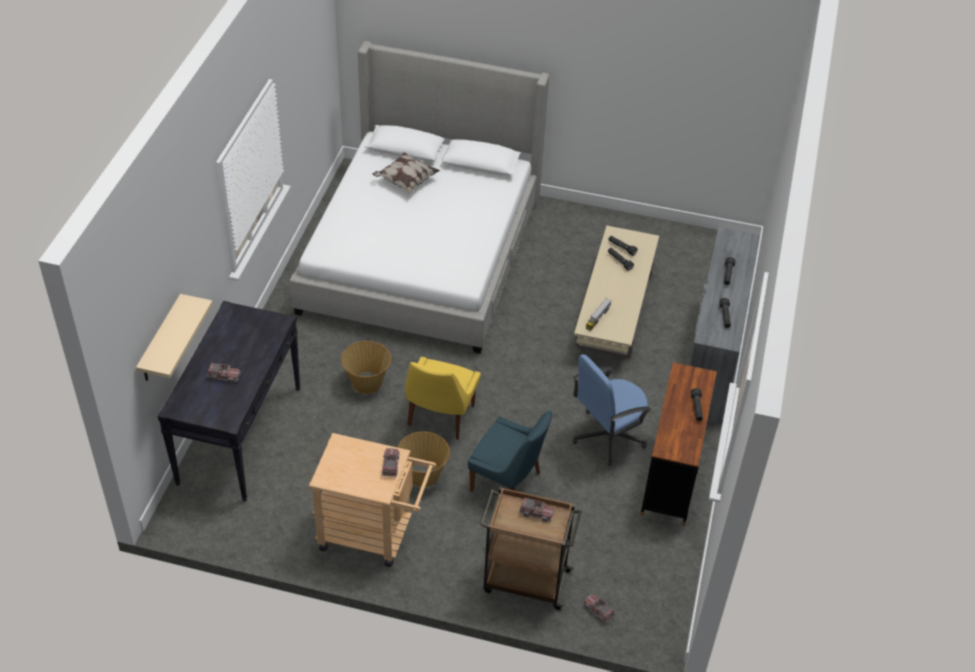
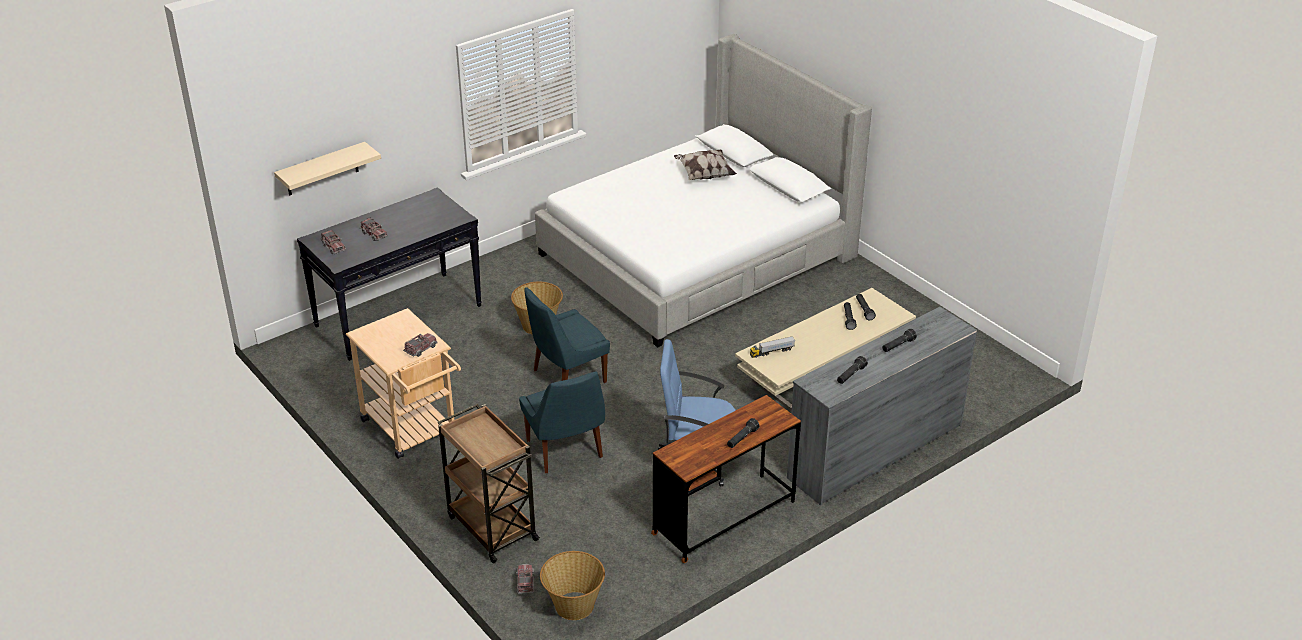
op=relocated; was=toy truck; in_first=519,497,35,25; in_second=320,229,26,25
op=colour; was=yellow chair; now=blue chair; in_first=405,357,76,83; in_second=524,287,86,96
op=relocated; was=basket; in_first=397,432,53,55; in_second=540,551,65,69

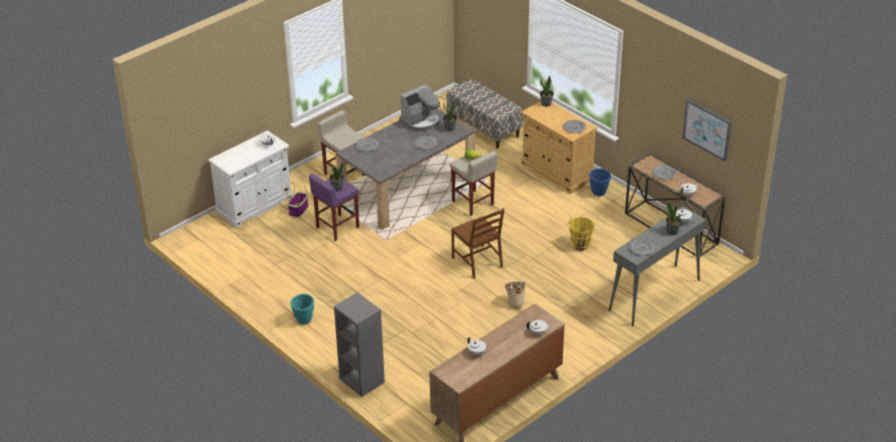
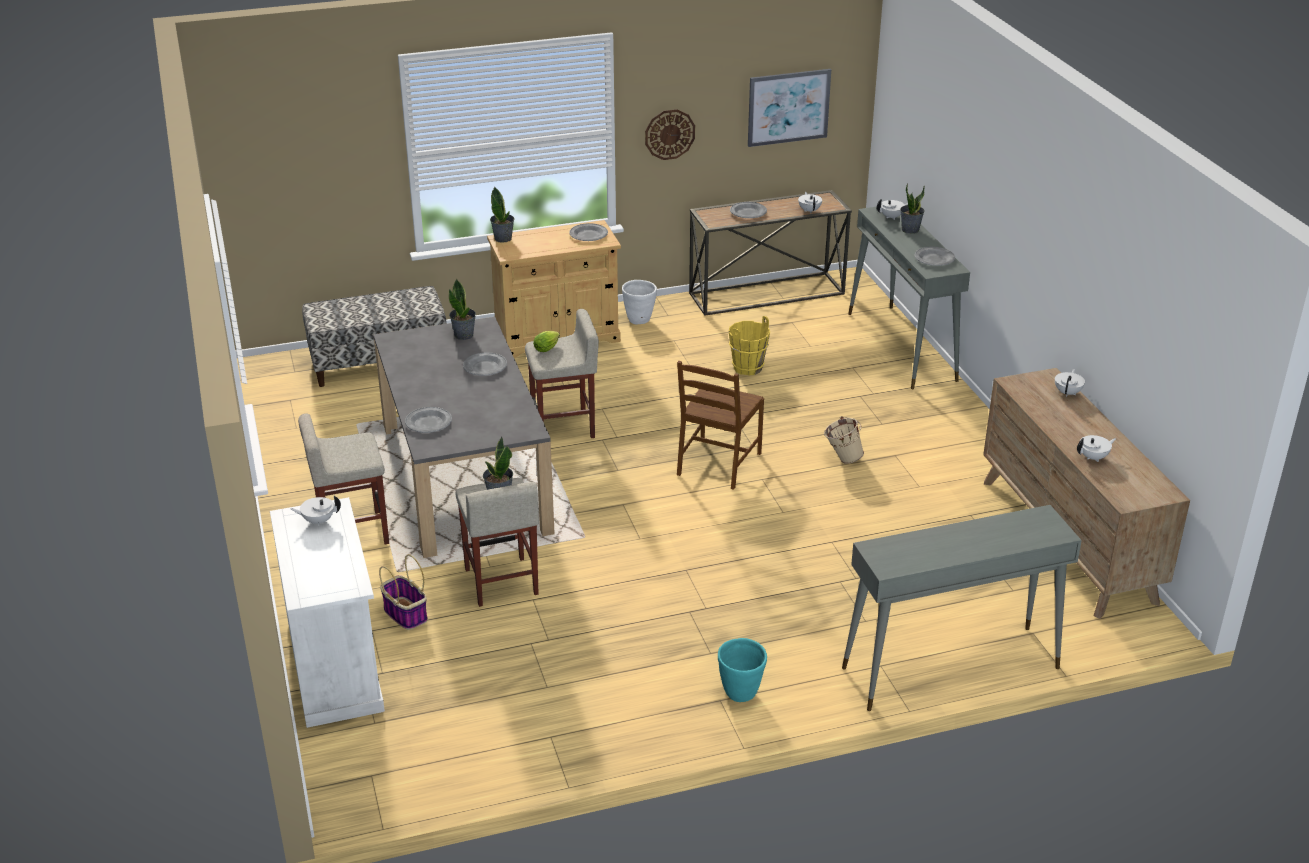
op=colour; was=purple stool; now=beige stool; in_first=309,174,50,67; in_second=456,478,83,129
op=colour; was=blue planter; now=white planter; in_first=589,168,22,28; in_second=622,280,35,44
op=appeared; now=wall clock; in_second=645,109,50,51
op=spun; was=brown chair; in_first=451,208,53,71; in_second=677,361,87,129; clockwise=120
op=exchanged; was=grey bookcase; now=grey console table; in_first=334,292,51,105; in_second=842,505,240,206
op=missing; was=coffee machine; in_first=399,84,42,47

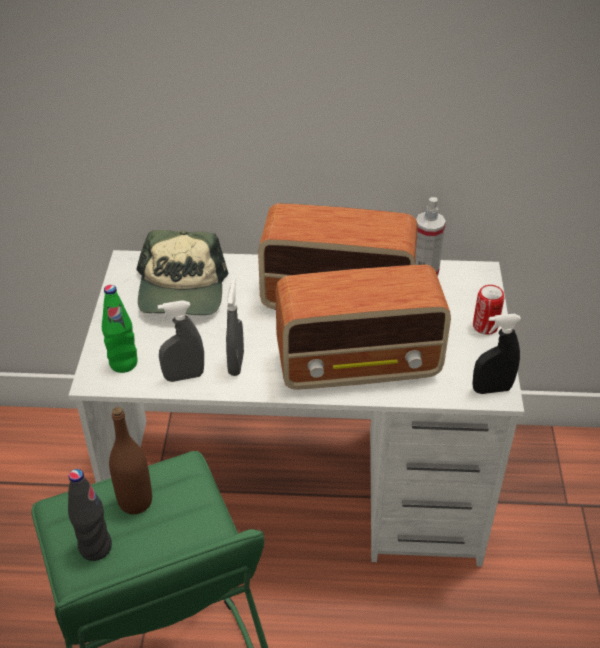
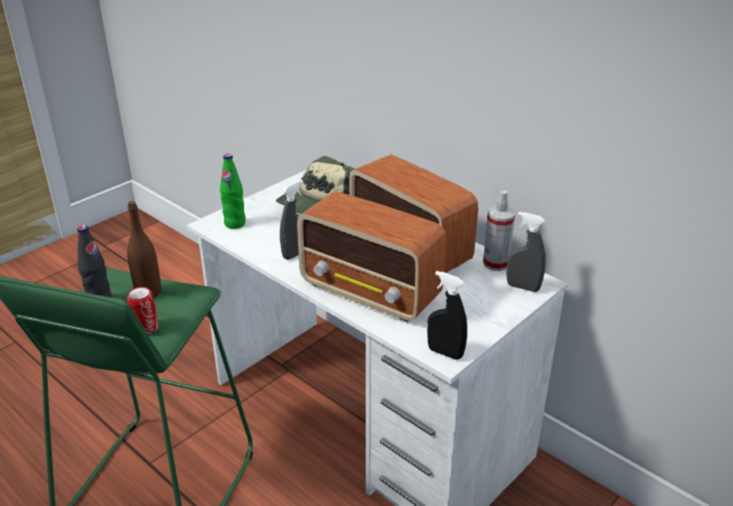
op=relocated; was=can; in_first=473,285,31,50; in_second=127,287,31,47
op=relocated; was=grey spray bottle; in_first=158,300,46,82; in_second=506,212,40,80

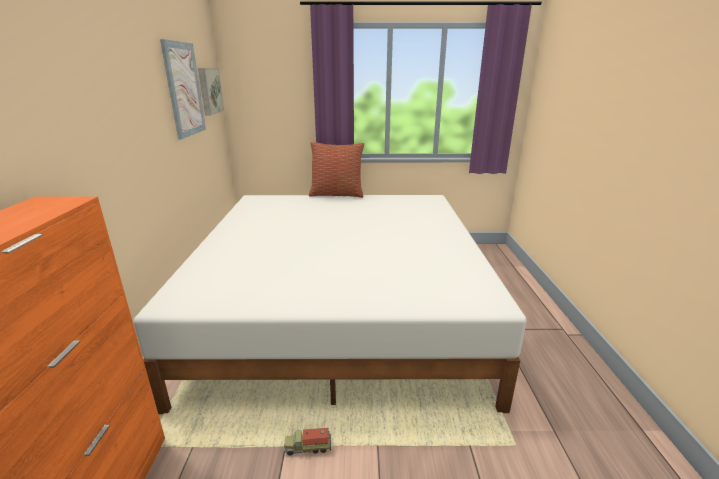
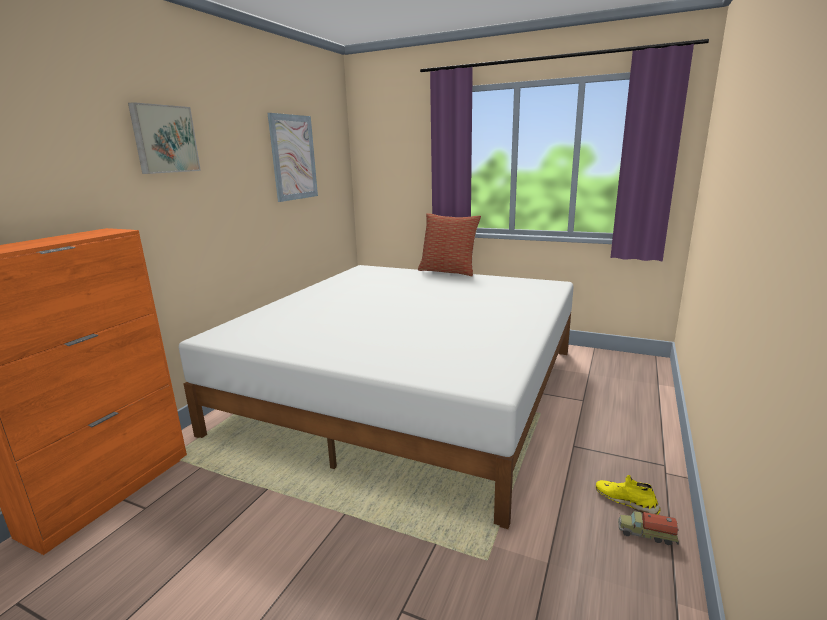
op=relocated; was=picture; in_first=198,68,26,47; in_second=128,102,73,72
op=appeared; now=yellow shoe; in_second=596,475,65,40
op=relocated; was=toy truck; in_first=284,428,47,28; in_second=618,511,61,34

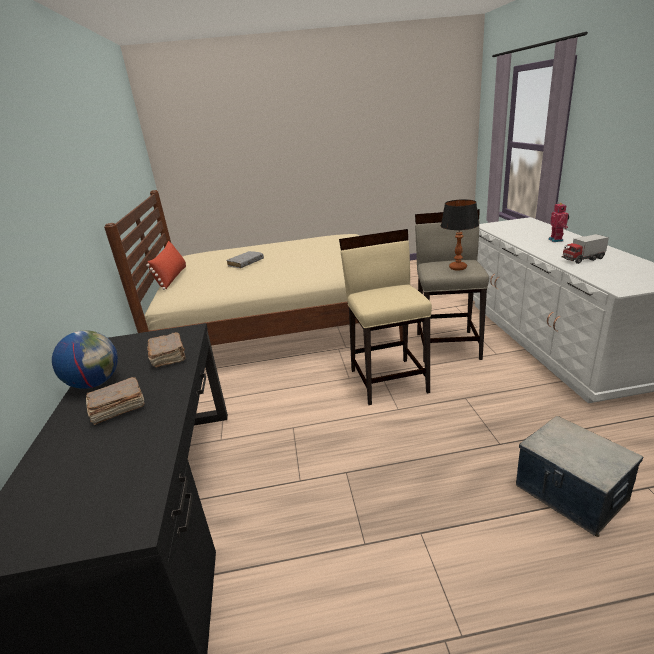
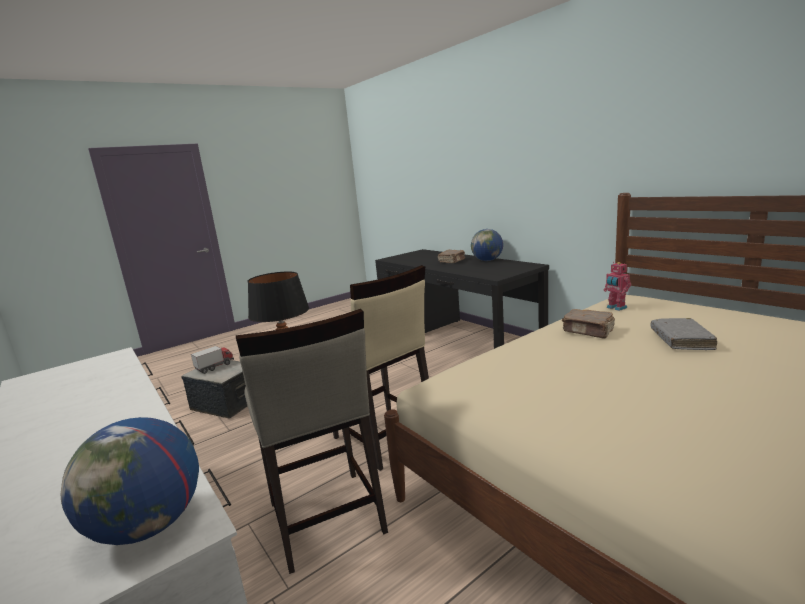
op=appeared; now=globe; in_second=61,417,138,128
op=relocated; was=toy truck; in_first=562,234,47,30; in_second=191,346,43,28
op=relocated; was=brown book; in_first=147,332,39,36; in_second=562,309,53,30
op=relocated; was=toy robot; in_first=548,202,21,40; in_second=603,262,28,49
op=missing; was=red pillow; in_first=146,241,40,49

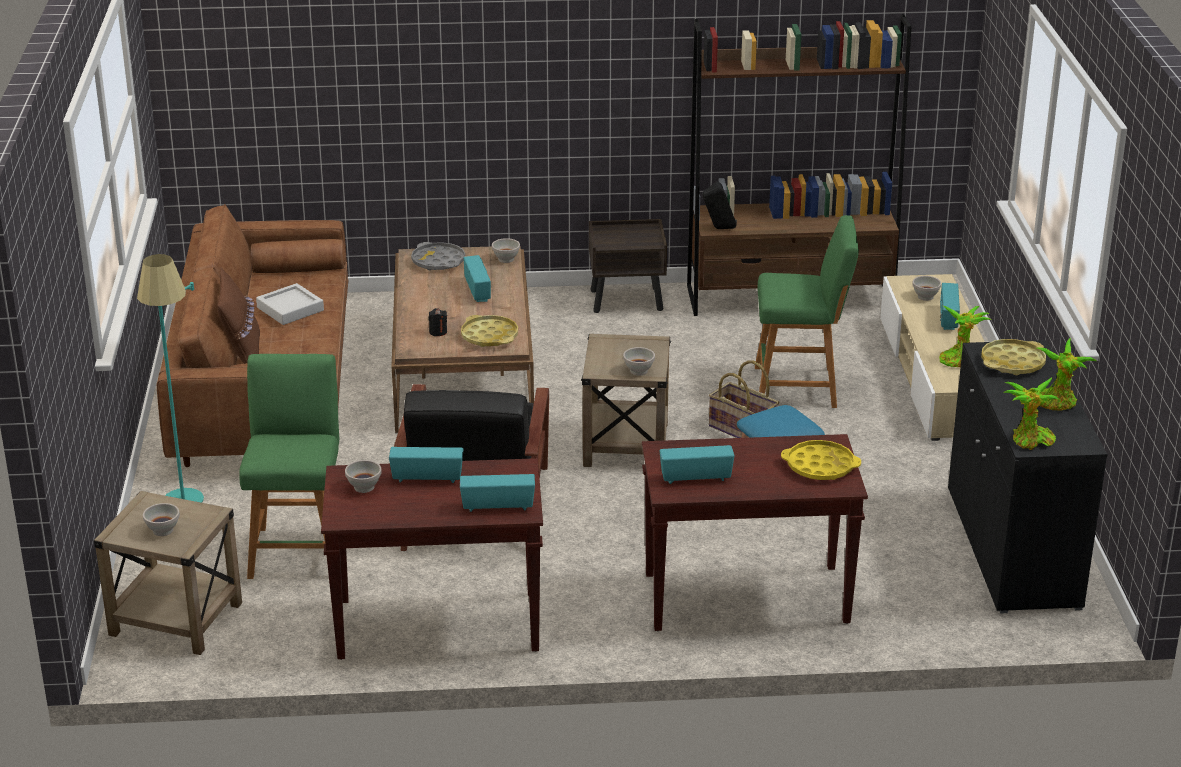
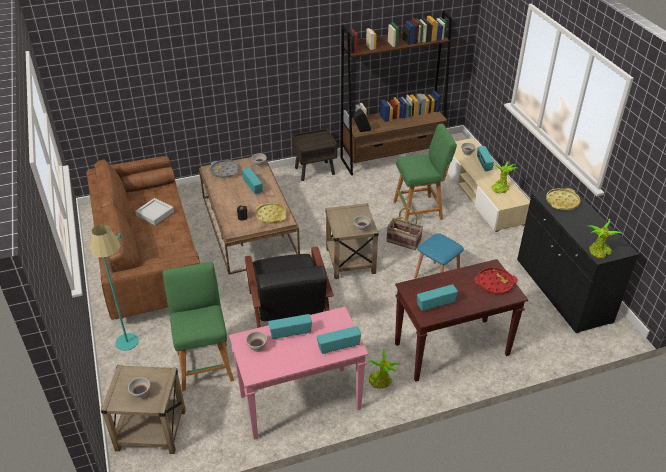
op=colour; was=brown console table; now=pink console table; in_first=321,458,222,202; in_second=229,307,139,132
op=relocated; was=potted plant; in_first=1037,338,59,73; in_second=369,348,31,41
op=colour; was=yellow tray; now=red tray; in_first=781,440,80,40; in_second=474,267,44,27
op=missing; was=brown pillow; in_first=217,267,43,97

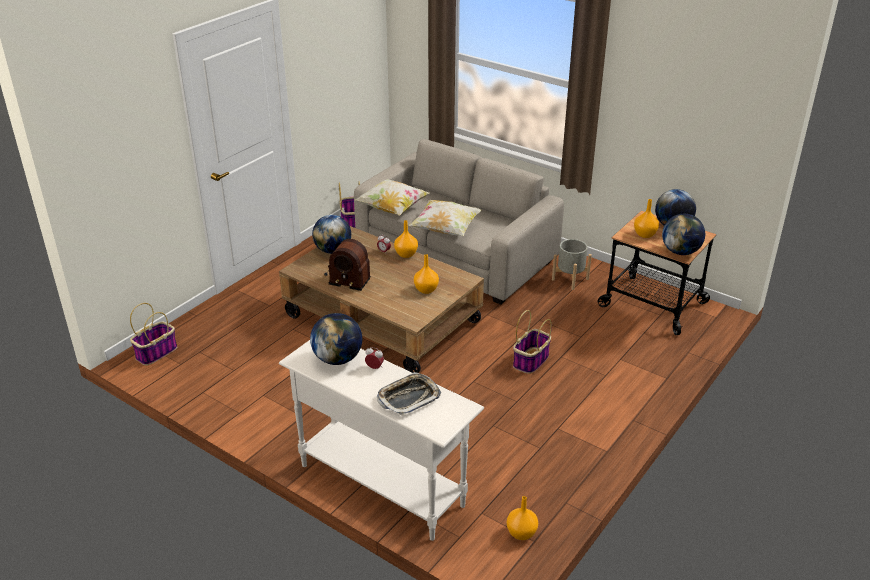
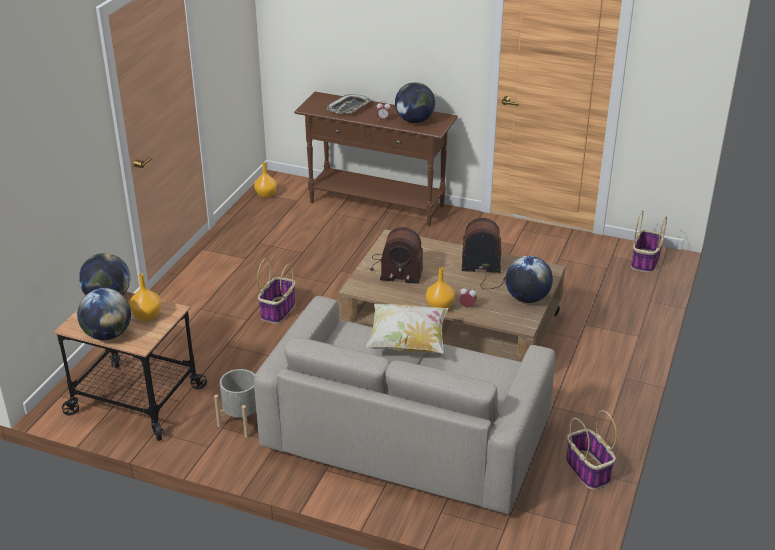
op=colour; was=white console table; now=brown console table; in_first=279,340,205,201; in_second=294,92,164,135
op=exchanged; was=orange vase; now=radio; in_first=414,254,25,40; in_second=370,227,53,57
op=missing; was=pillow; in_first=355,179,75,36

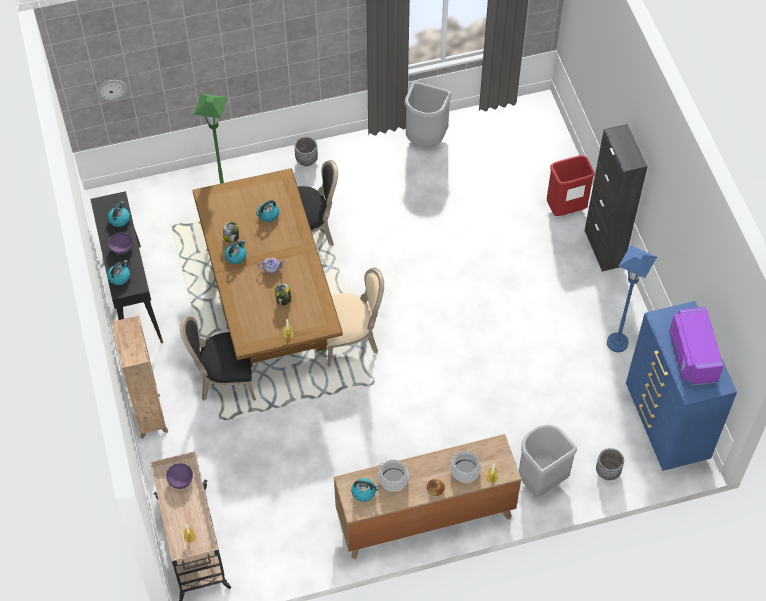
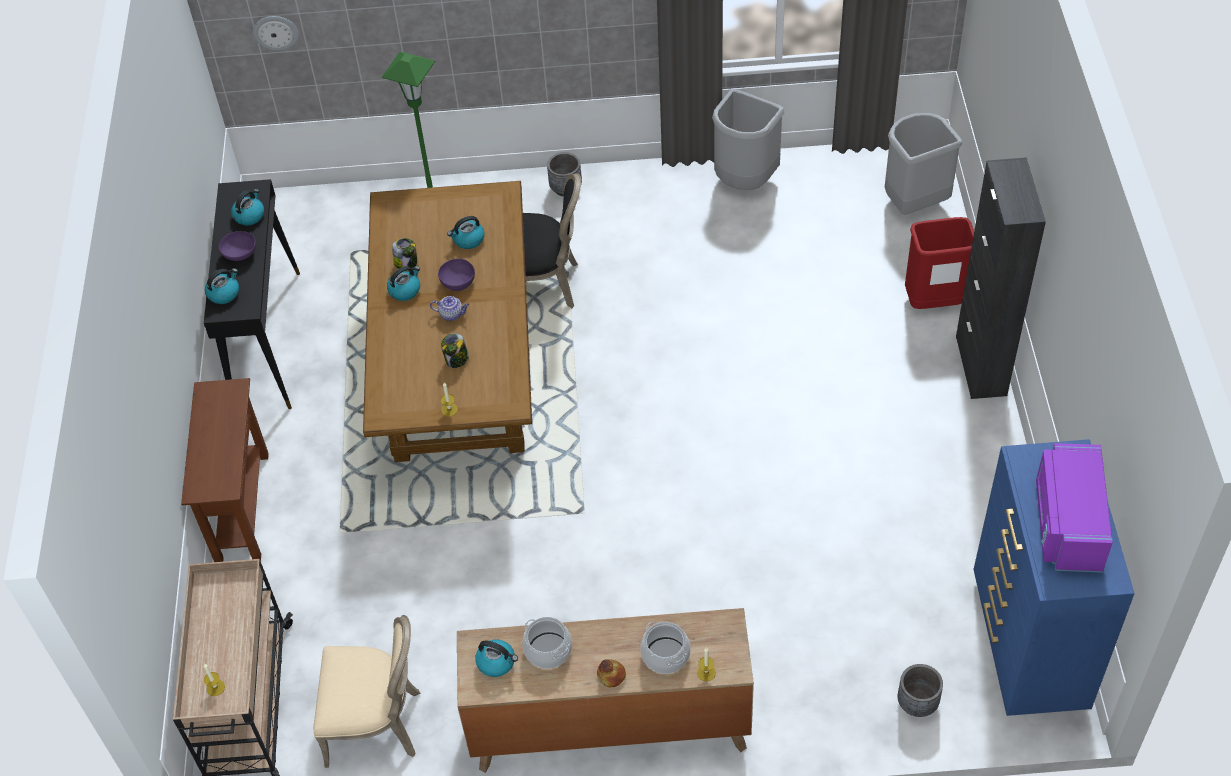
op=exchanged; was=brown bookcase; now=brown console table; in_first=112,316,56,123; in_second=181,378,88,184
op=relocated; was=beige chair; in_first=326,268,58,99; in_second=314,615,106,153
op=relocated; was=purple bowl; in_first=166,463,27,26; in_second=438,259,37,32
op=relocated; was=grey trash can; in_first=519,424,58,73; in_second=885,113,77,101
op=missing; was=black chair; in_first=180,316,76,85
op=missing; was=blue floor lamp; in_first=607,245,50,107

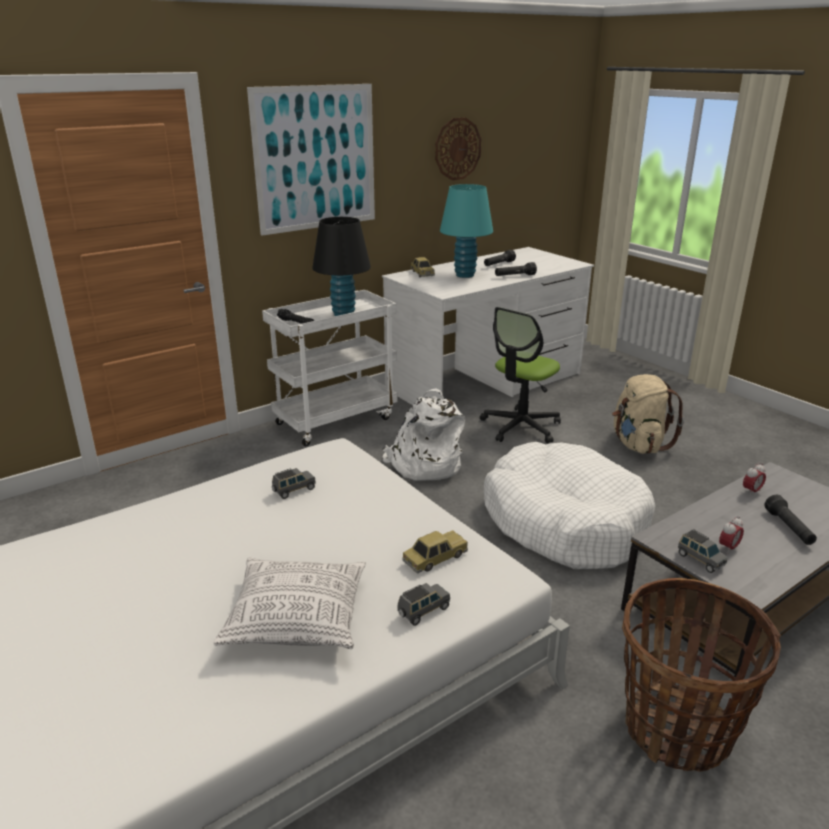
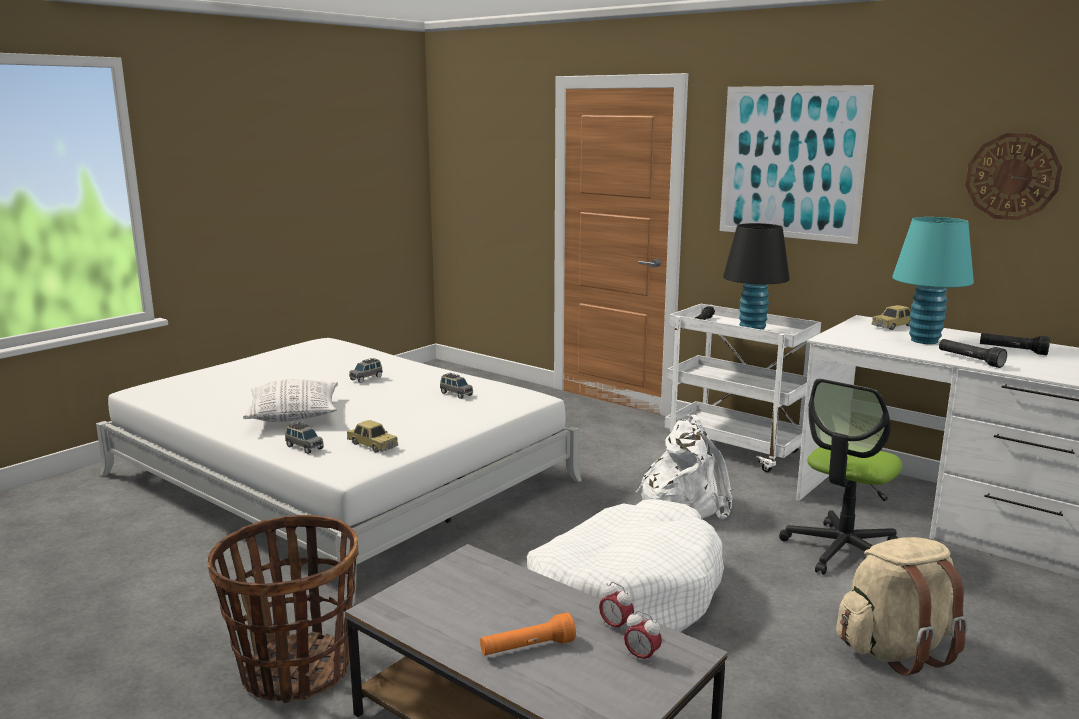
op=relocated; was=grey toy car; in_first=678,529,49,44; in_second=349,358,33,25
op=colour; was=black flashlight; now=orange flashlight; in_first=765,495,52,50; in_second=480,612,96,43
op=relocated; was=alarm clock; in_first=719,516,25,38; in_second=624,611,38,54
op=spun; was=office chair; in_first=480,307,81,137; in_second=779,379,123,196; clockwise=-75

